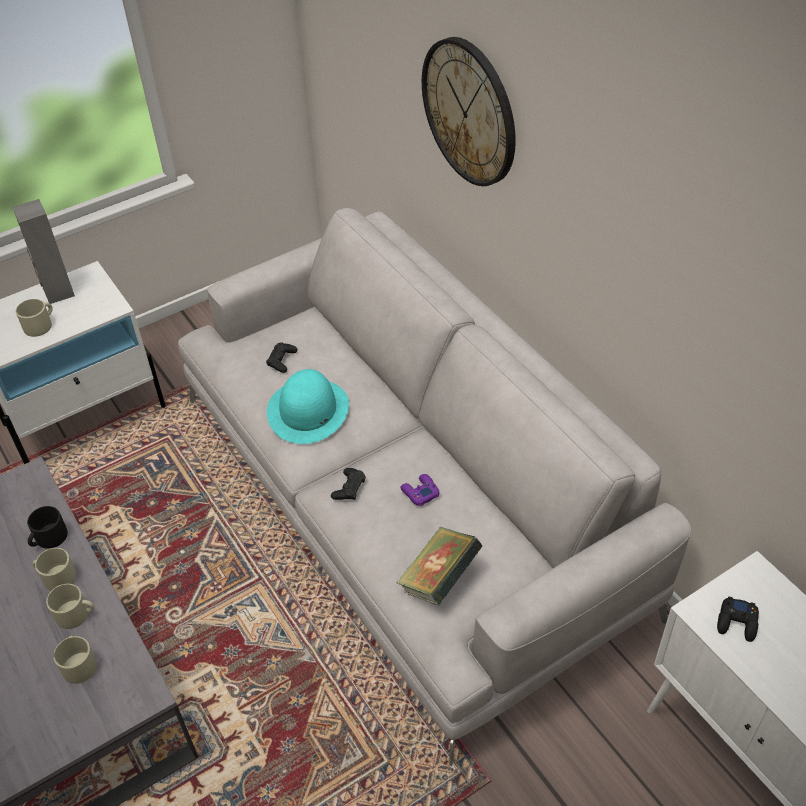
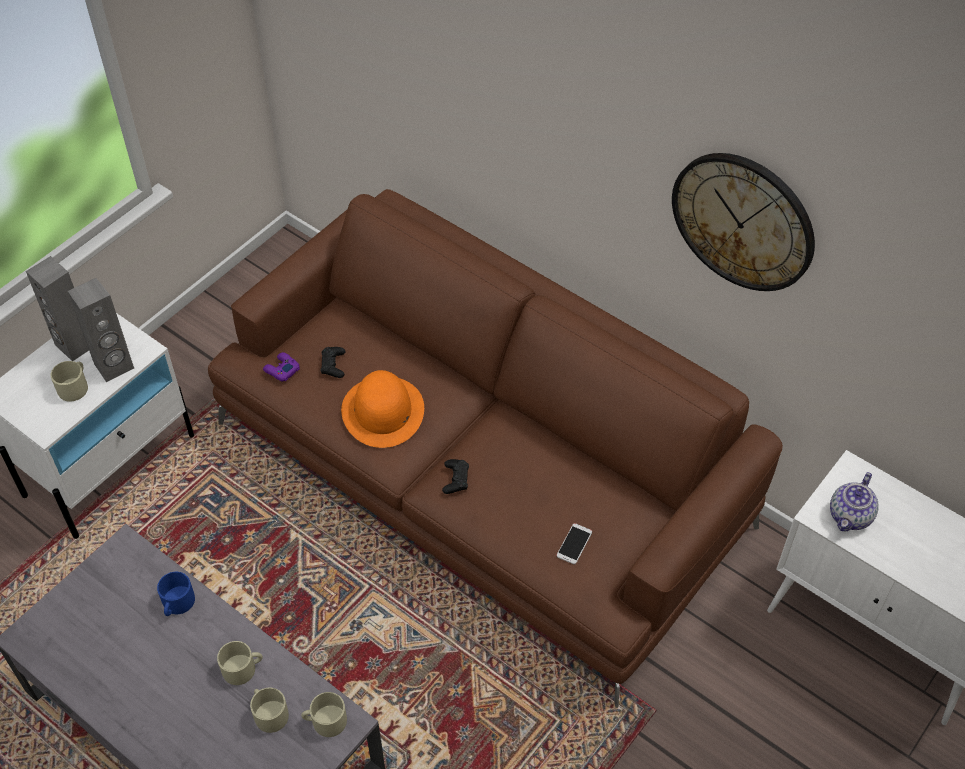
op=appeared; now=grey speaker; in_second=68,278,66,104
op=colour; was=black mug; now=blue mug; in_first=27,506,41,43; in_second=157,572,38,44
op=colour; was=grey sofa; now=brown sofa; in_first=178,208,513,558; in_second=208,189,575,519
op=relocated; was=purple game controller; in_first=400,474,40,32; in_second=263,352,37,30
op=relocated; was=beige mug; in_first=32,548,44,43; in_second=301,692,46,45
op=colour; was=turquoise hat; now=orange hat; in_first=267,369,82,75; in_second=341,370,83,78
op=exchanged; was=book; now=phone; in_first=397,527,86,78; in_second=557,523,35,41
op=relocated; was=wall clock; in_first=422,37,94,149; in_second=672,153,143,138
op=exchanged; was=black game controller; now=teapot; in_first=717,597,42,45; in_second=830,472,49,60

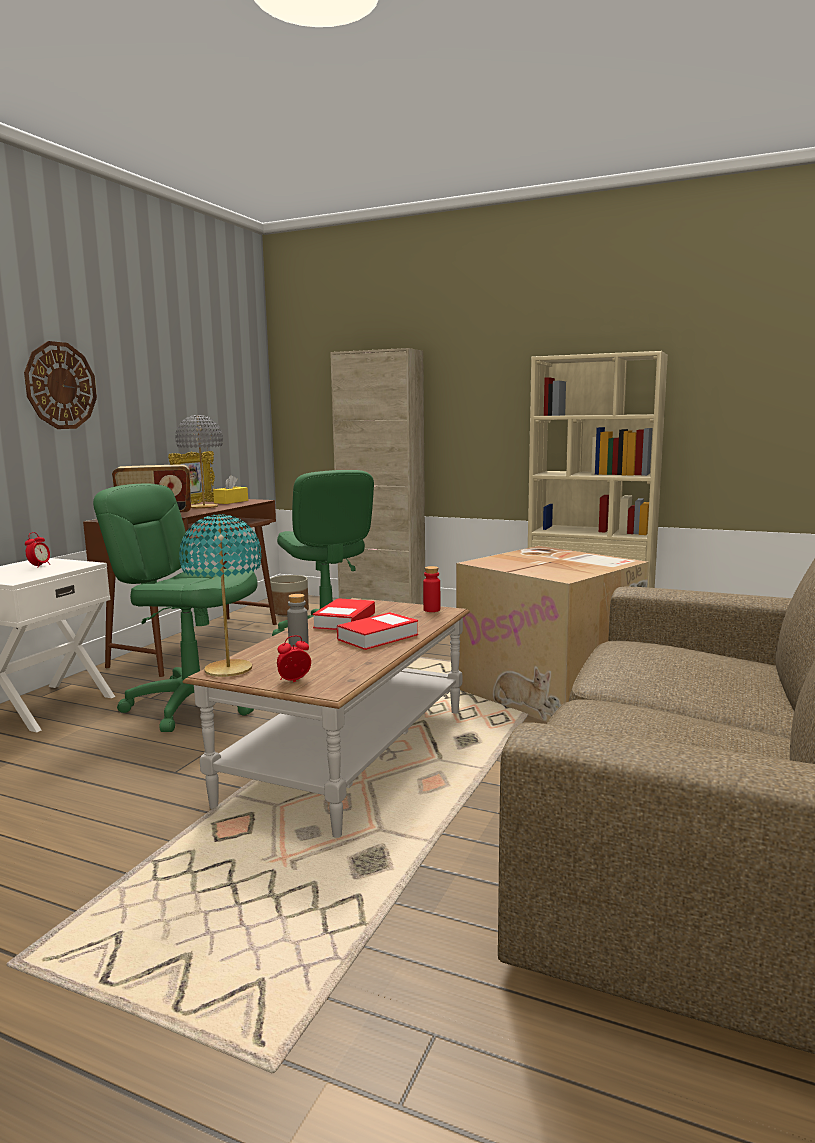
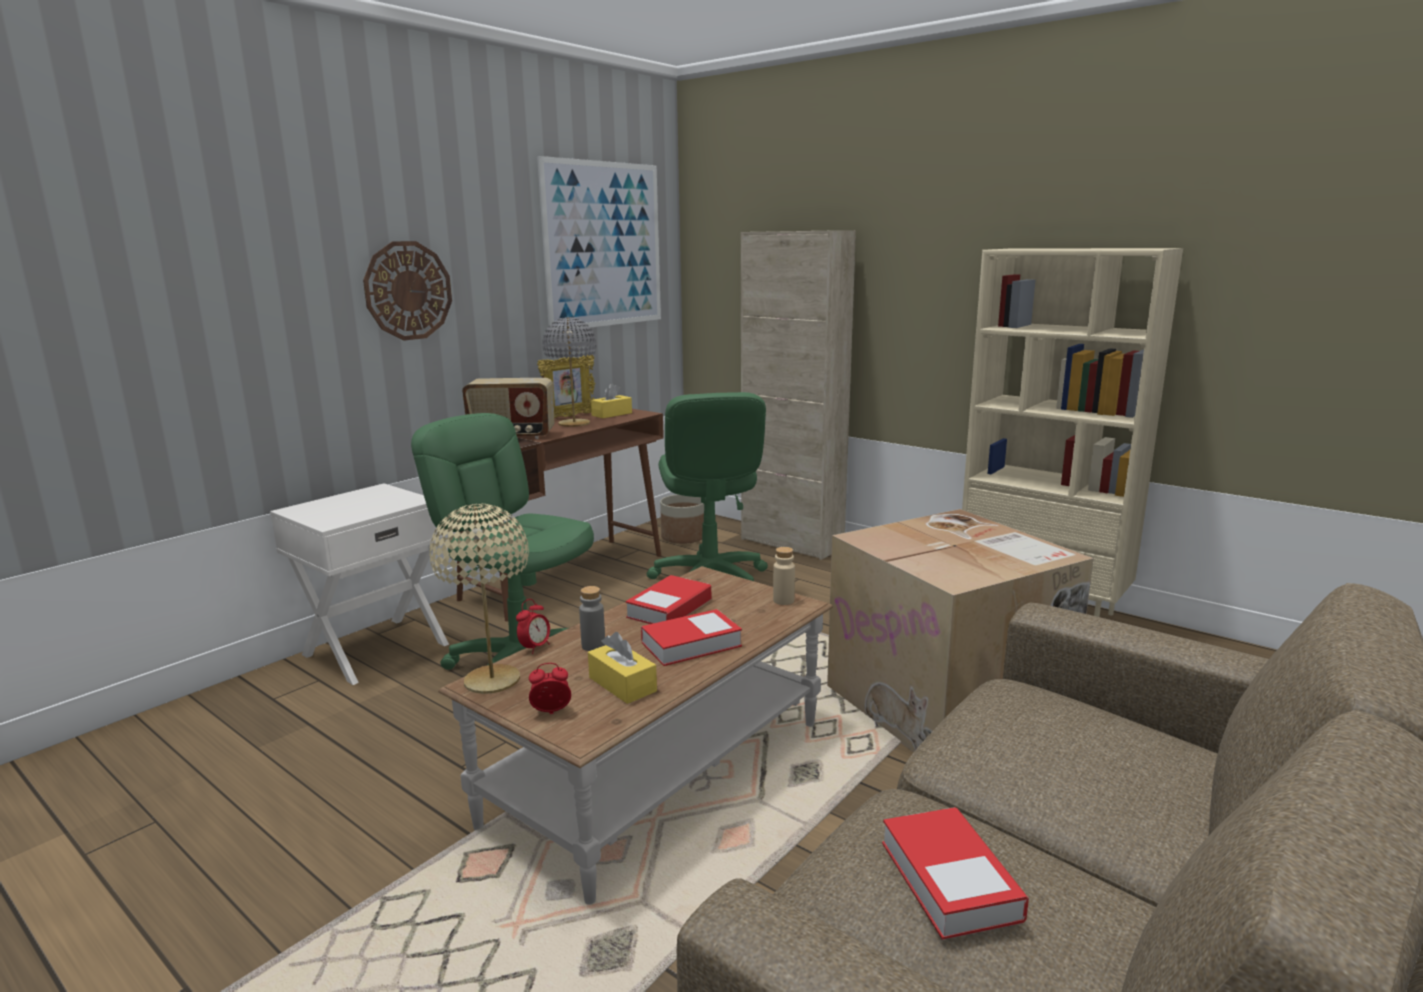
op=colour; was=turquoise table lamp; now=beige table lamp; in_first=179,514,83,163; in_second=430,504,99,190
op=relocated; was=alarm clock; in_first=25,532,25,36; in_second=516,599,34,55
op=appeared; now=picture; in_second=537,156,124,176
op=appeared; now=yellow tissue box; in_second=588,632,69,72
op=colour; was=red bottle; now=beige bottle; in_first=423,566,17,46; in_second=773,547,22,58
op=appeared; now=book; in_second=882,807,147,133

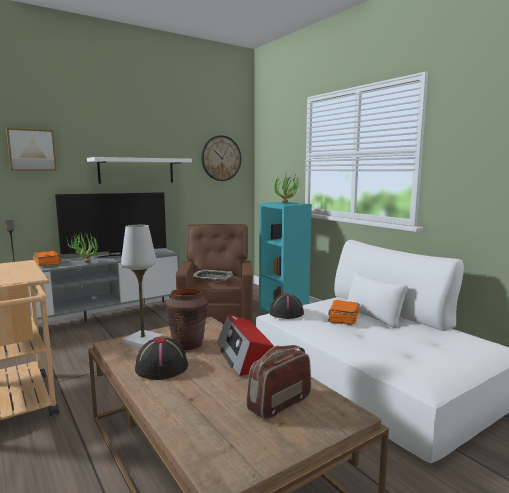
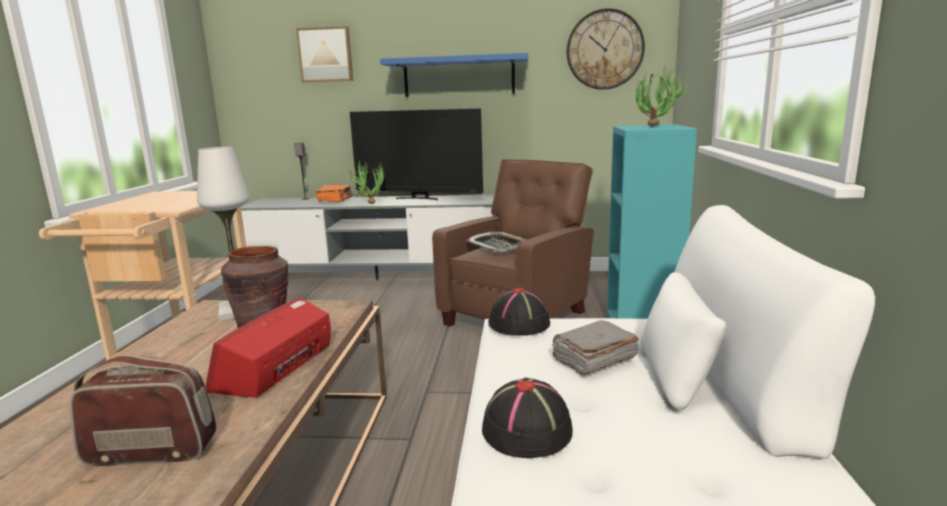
op=colour; was=white shelf; now=blue shelf; in_first=87,157,105,27; in_second=380,53,148,44
op=relocated; was=black hat; in_first=135,337,53,43; in_second=482,378,91,80
op=colour; was=orange book; now=grey book; in_first=328,300,32,26; in_second=552,320,87,56

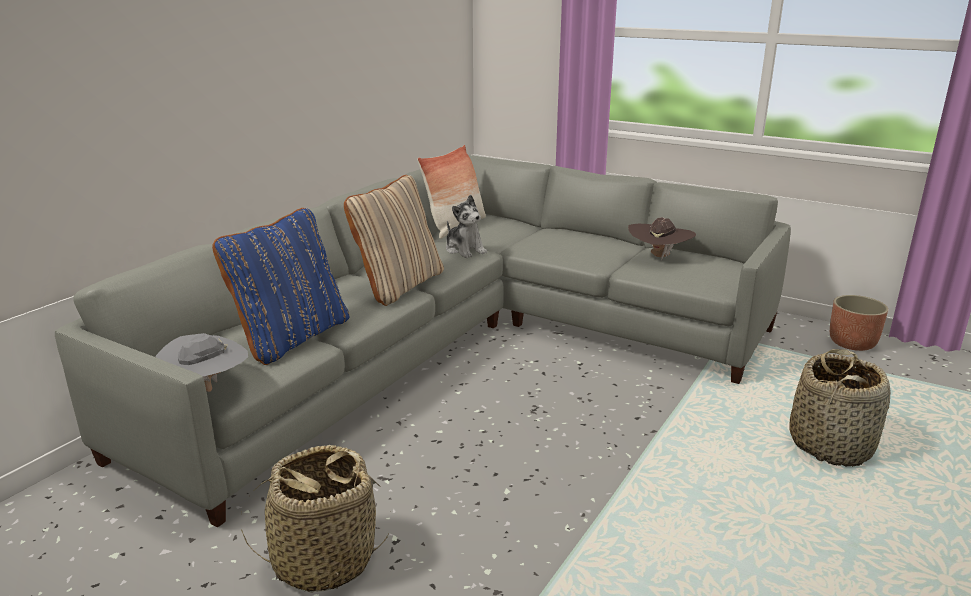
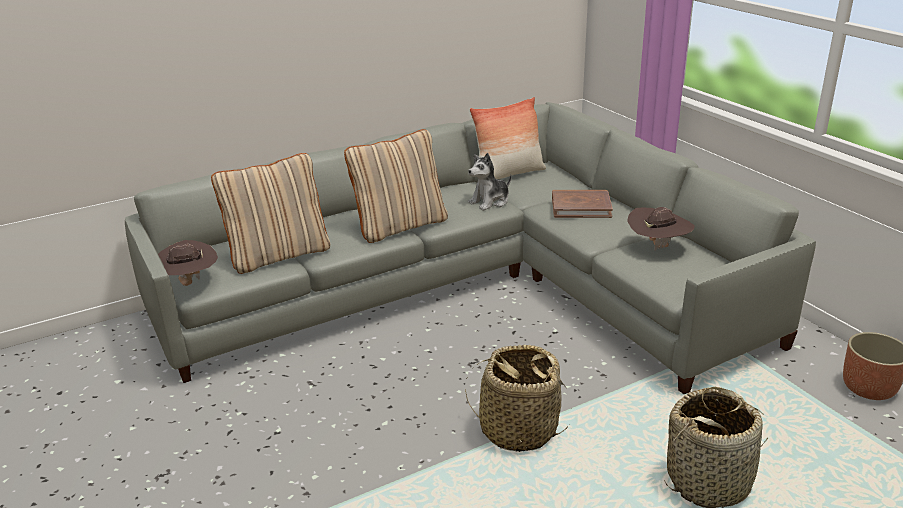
op=colour; was=grey hat; now=brown hat; in_first=155,333,93,59; in_second=158,240,60,46
op=colour; was=blue pillow; now=beige pillow; in_first=212,208,137,157; in_second=211,153,119,121
op=relocated; was=basket; in_first=241,445,148,148; in_second=465,345,104,107
op=spun; was=plush toy; in_first=446,195,41,63; in_second=468,153,44,57; clockwise=60
op=appeared; now=brown book; in_second=552,190,61,28

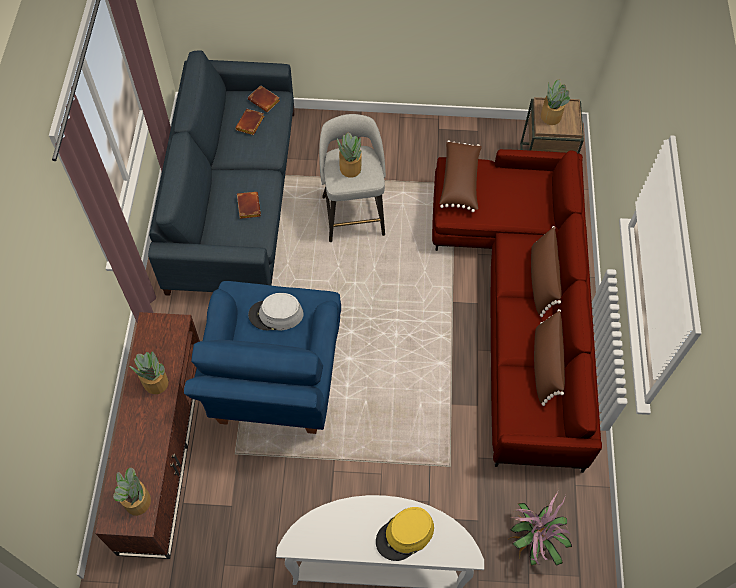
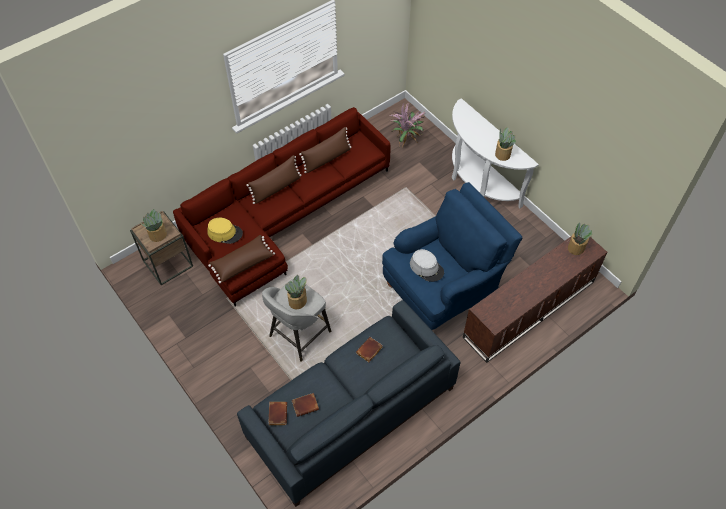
op=relocated; was=yellow hat; in_first=376,507,58,54; in_second=208,218,35,26
op=relocated; was=potted plant; in_first=129,351,39,43; in_second=495,127,21,34

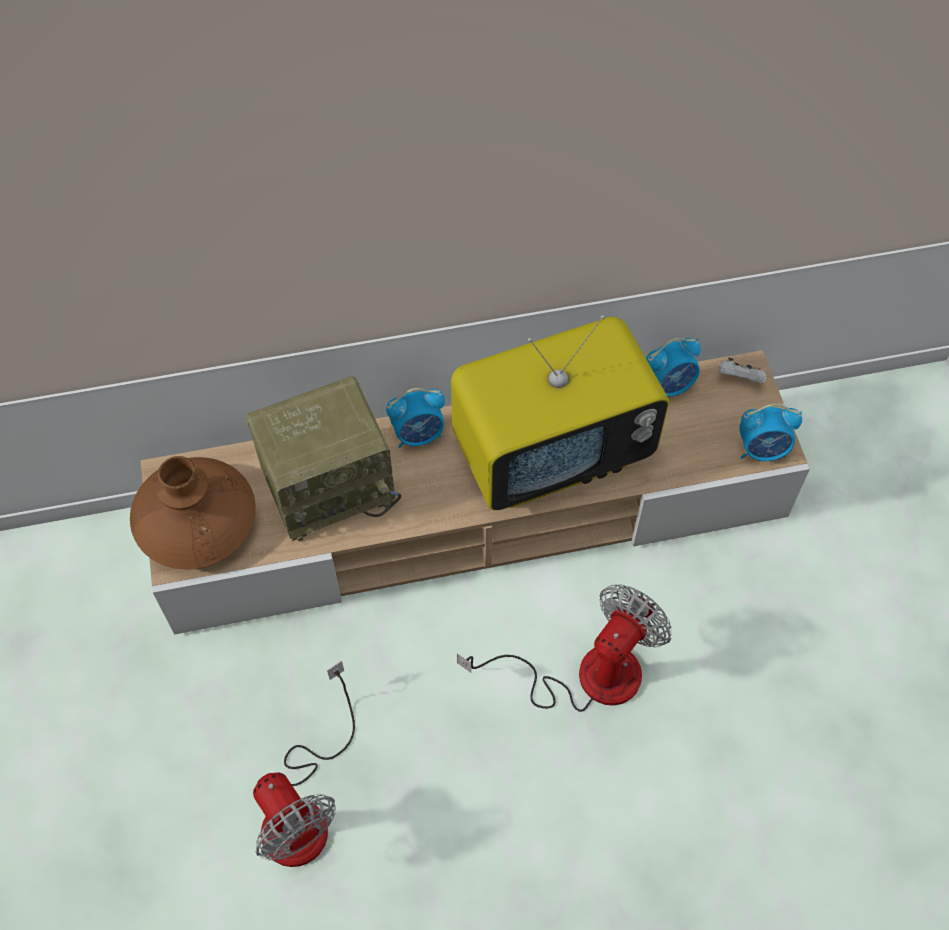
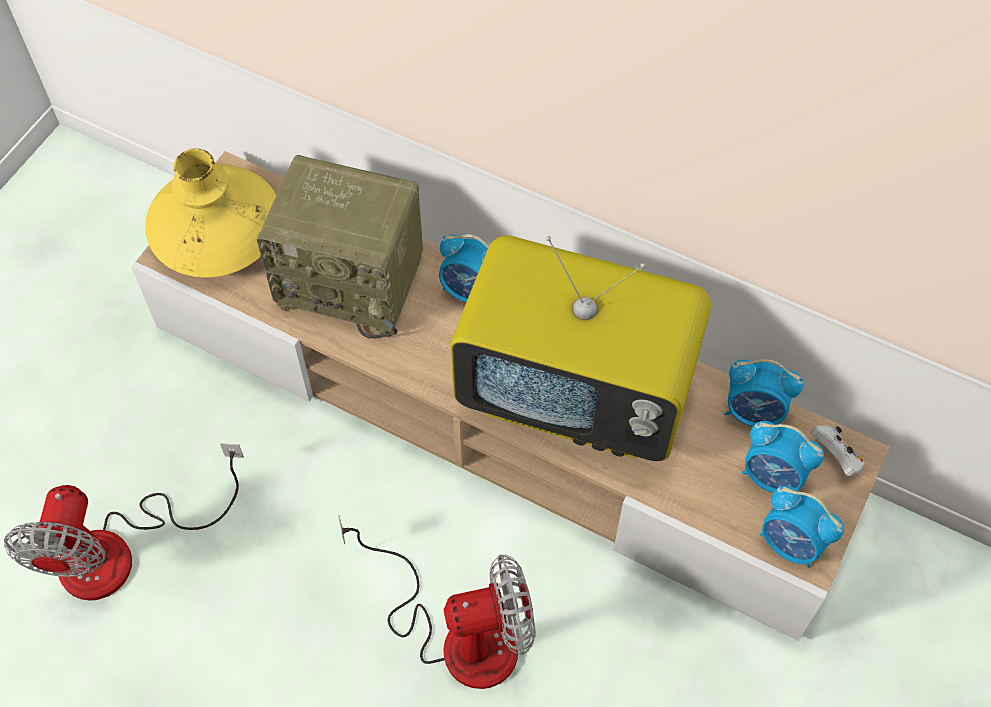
op=colour; was=brown vase; now=yellow vase; in_first=130,456,126,113; in_second=145,148,131,129
op=appeared; now=alarm clock; in_second=742,421,82,72

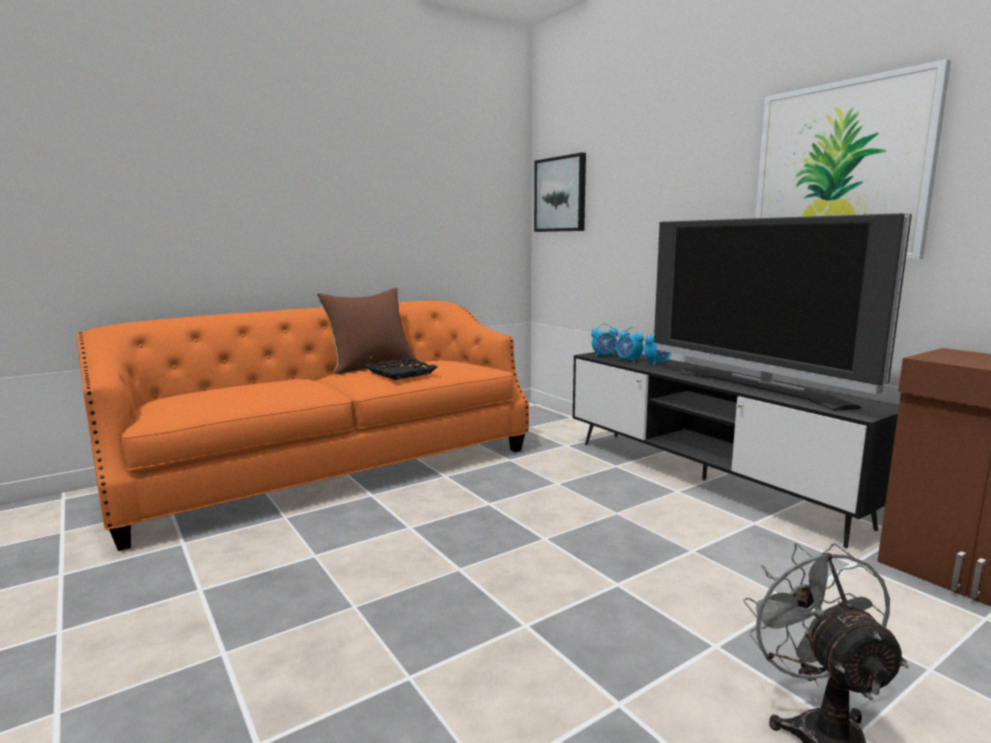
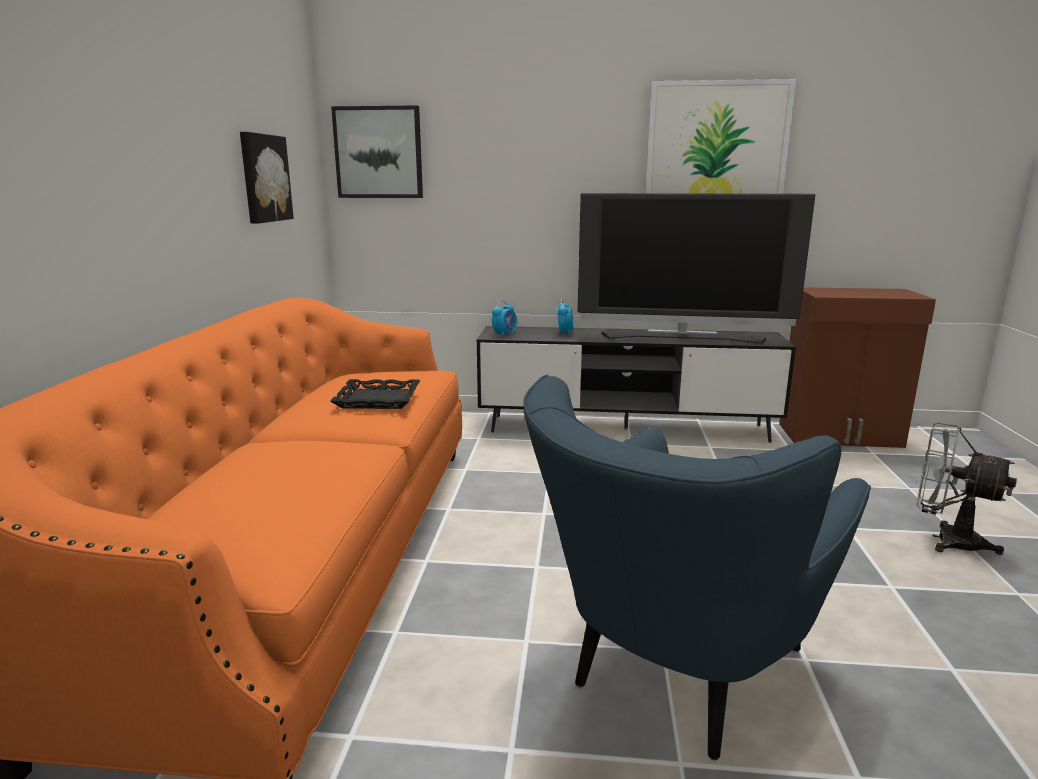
op=appeared; now=picture; in_second=240,132,54,92
op=appeared; now=blue armchair; in_second=523,375,348,386
op=missing; was=brown pillow; in_first=317,288,100,86
op=missing; was=alarm clock; in_first=616,327,28,36

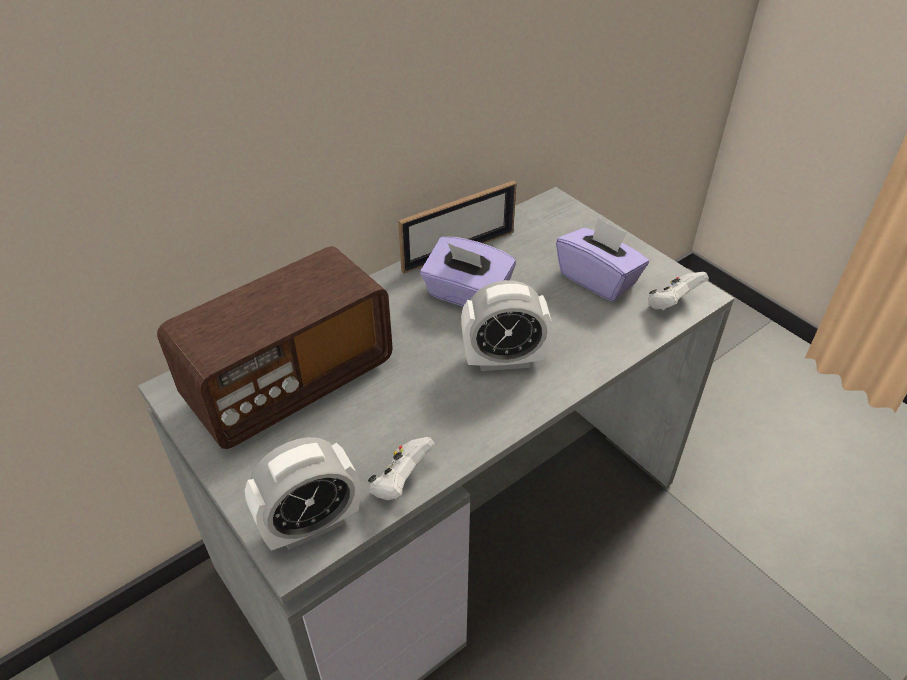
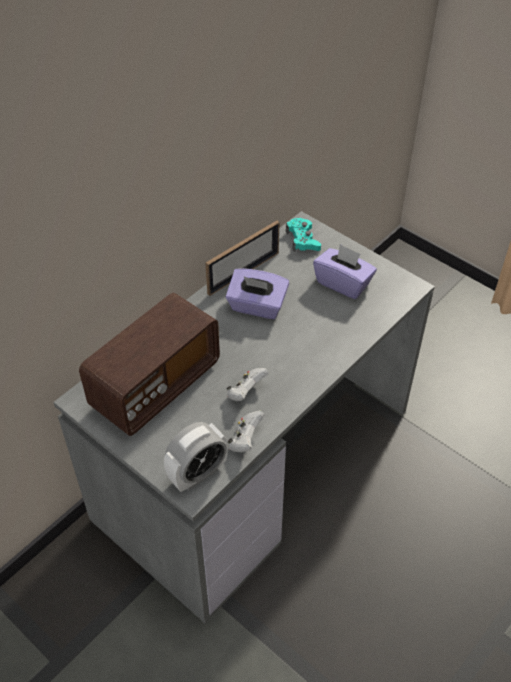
op=relocated; was=white game controller; in_first=648,272,61,38; in_second=227,368,41,33
op=appeared; now=turquoise game controller; in_second=286,218,35,33
op=missing; was=alarm clock; in_first=461,280,91,91

